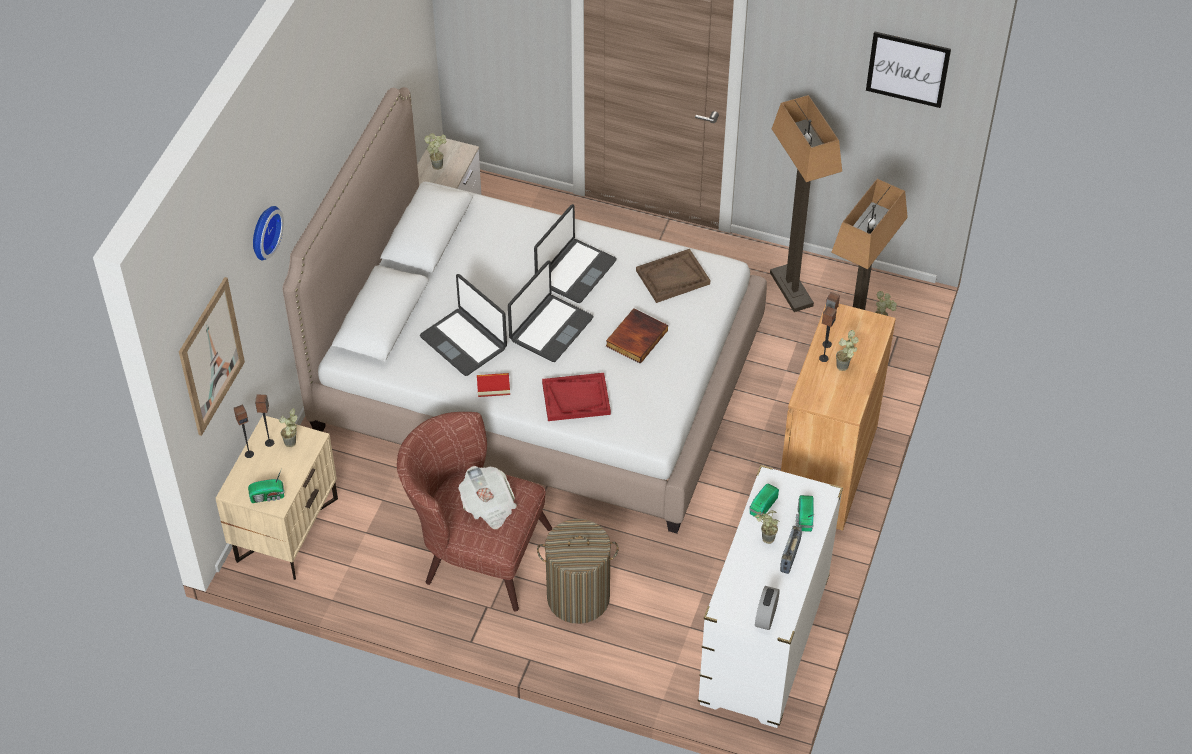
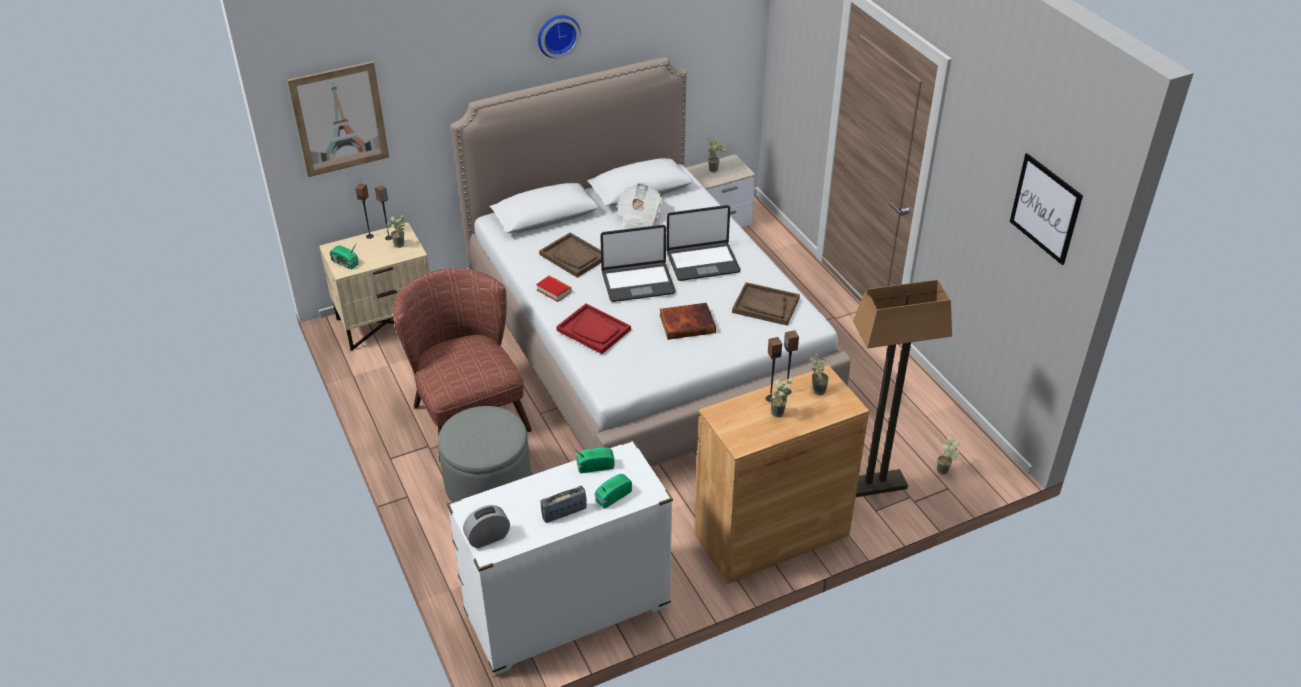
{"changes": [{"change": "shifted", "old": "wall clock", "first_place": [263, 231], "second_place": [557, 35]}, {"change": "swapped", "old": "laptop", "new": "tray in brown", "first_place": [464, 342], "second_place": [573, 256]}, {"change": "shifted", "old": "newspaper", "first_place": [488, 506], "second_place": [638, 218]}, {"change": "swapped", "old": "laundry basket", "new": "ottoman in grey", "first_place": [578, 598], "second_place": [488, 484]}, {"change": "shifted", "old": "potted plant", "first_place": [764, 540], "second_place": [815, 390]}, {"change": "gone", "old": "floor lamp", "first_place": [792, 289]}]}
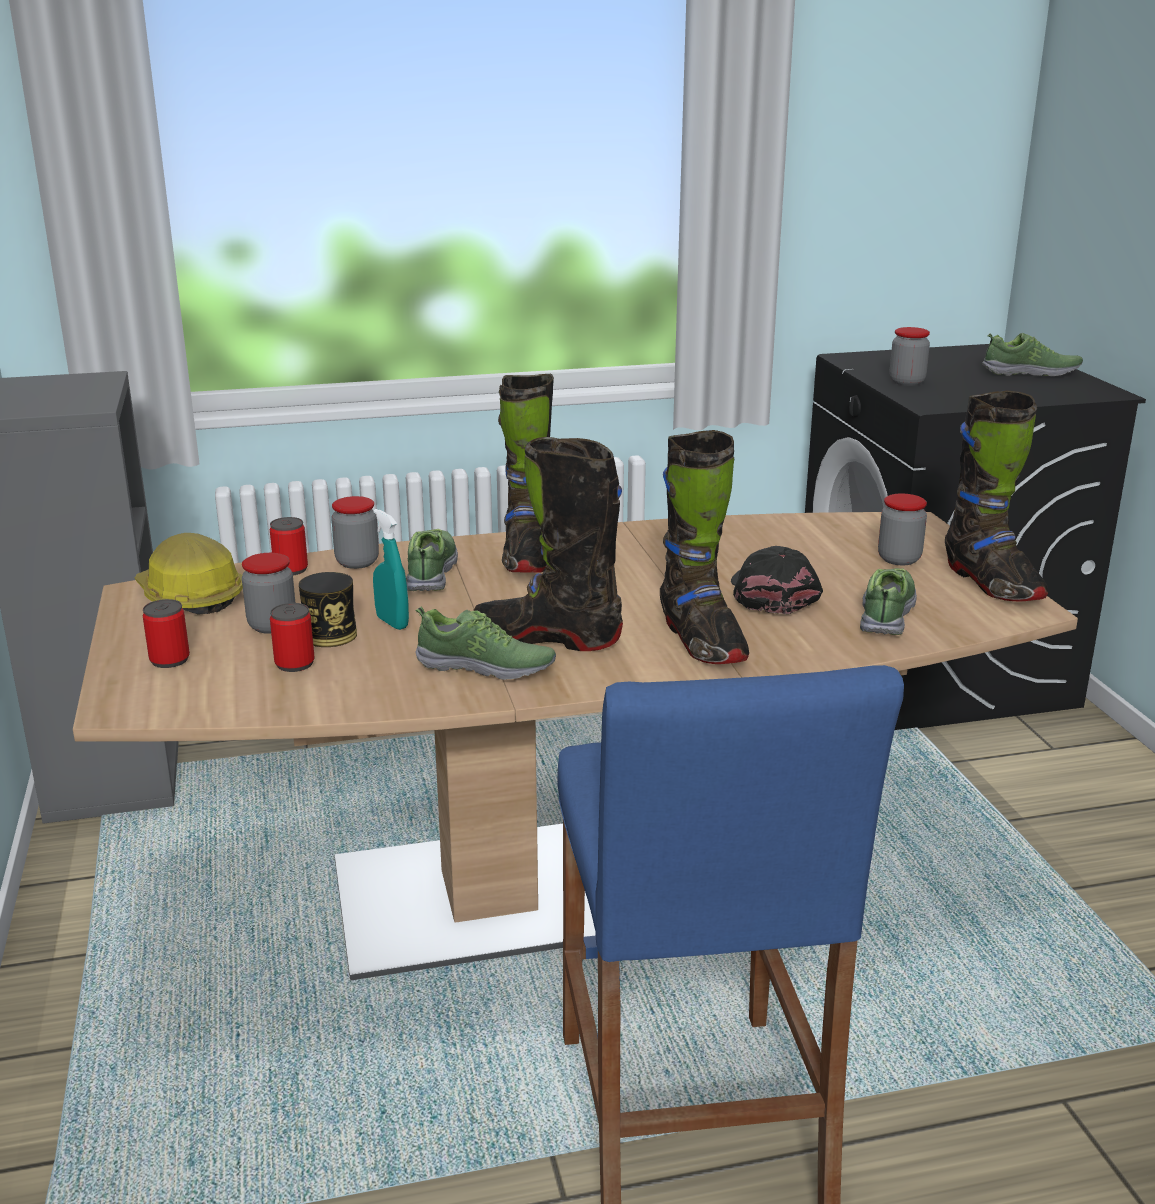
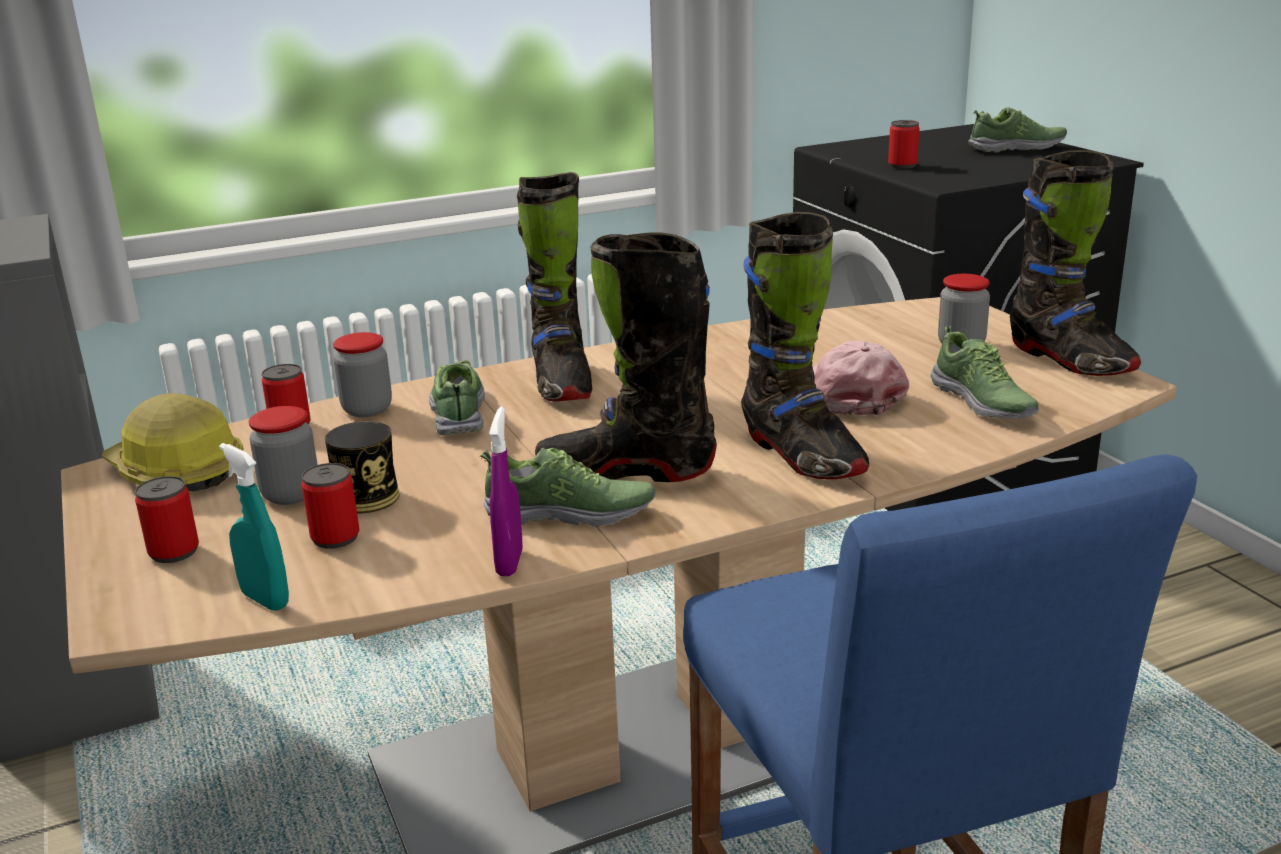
{"changes": [{"change": "shifted", "old": "spray bottle in turquoise", "first_place": [392, 622], "second_place": [265, 600]}, {"change": "repainted", "old": "cap in black", "new": "cap in pink", "first_place": [772, 593], "second_place": [849, 394]}, {"change": "rotated", "old": "shoe", "first_place": [887, 613], "second_place": [983, 402], "degrees": 150}, {"change": "swapped", "old": "jar", "new": "can", "first_place": [906, 382], "second_place": [902, 165]}, {"change": "new", "new": "spray bottle in purple", "second_place": [509, 563]}]}
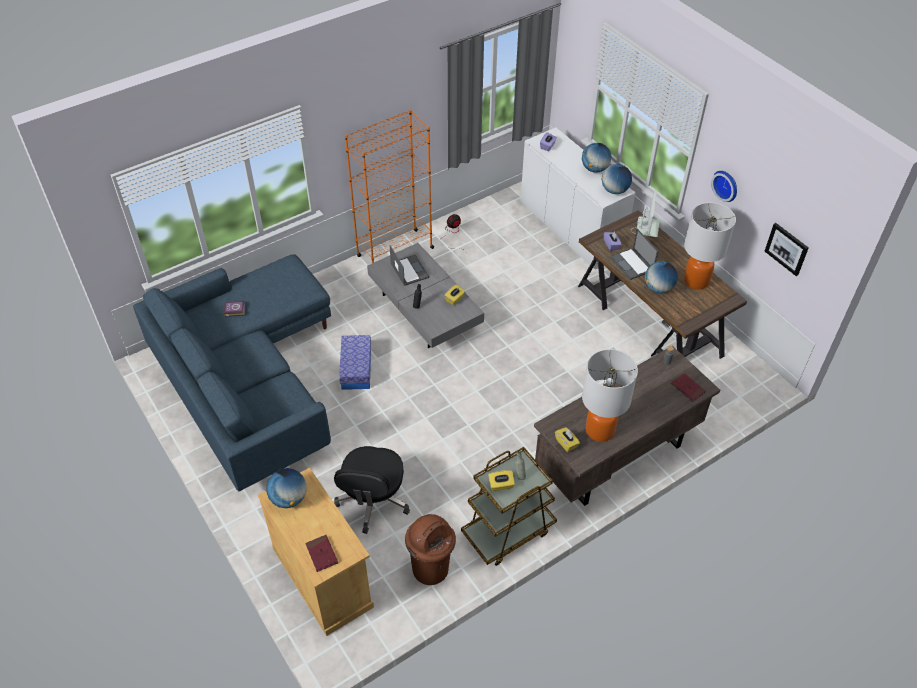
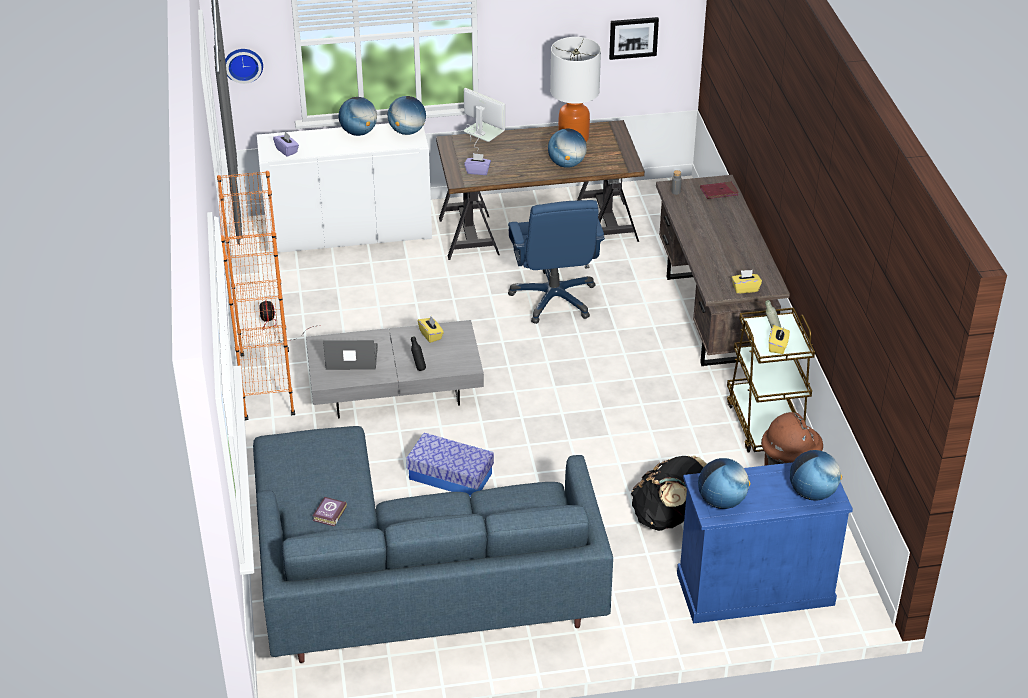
{"changes": [{"change": "repainted", "old": "cabinet in beige", "new": "cabinet in blue", "first_place": [323, 577], "second_place": [754, 588]}, {"change": "swapped", "old": "book in red", "new": "globe", "first_place": [322, 554], "second_place": [812, 493]}, {"change": "swapped", "old": "office chair in black", "new": "backpack in black", "first_place": [373, 500], "second_place": [667, 517]}, {"change": "gone", "old": "table lamp", "first_place": [600, 430]}, {"change": "gone", "old": "laptop", "first_place": [632, 264]}, {"change": "shifted", "old": "wall clock", "first_place": [726, 185], "second_place": [243, 64]}, {"change": "new", "new": "office chair in blue", "second_place": [554, 299]}]}
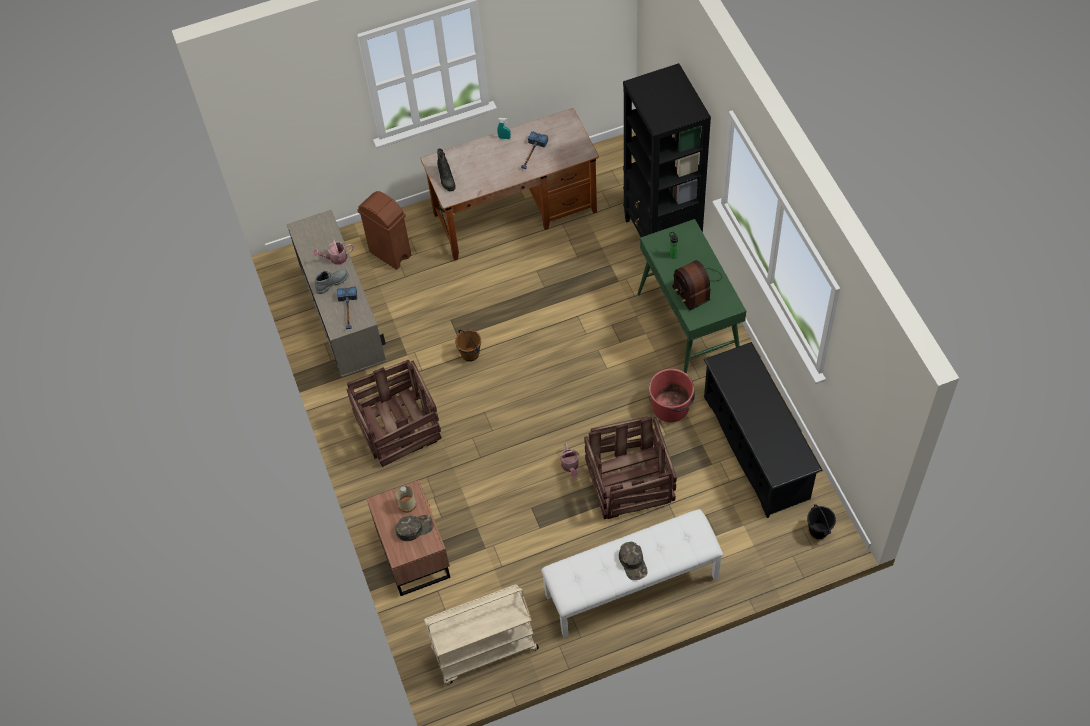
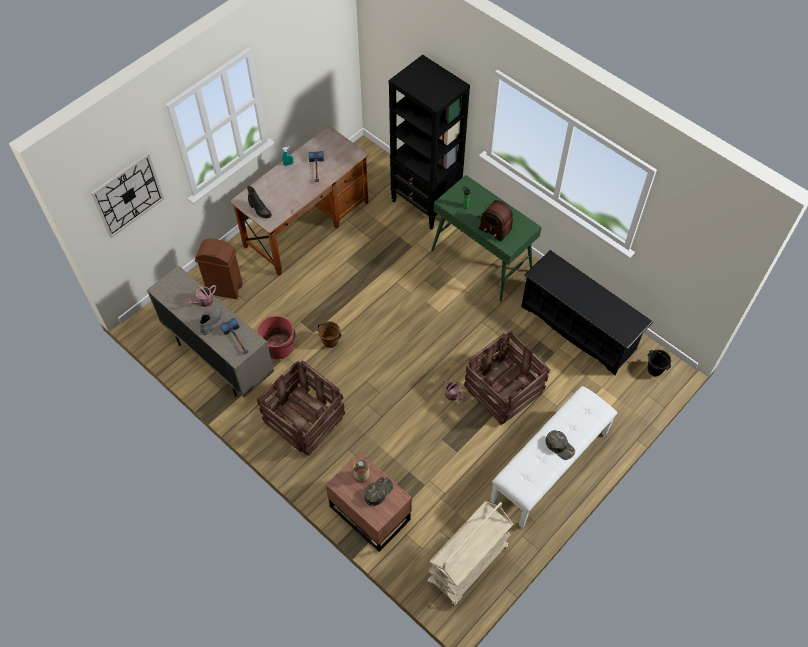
{"changes": [{"change": "shifted", "old": "bucket in red", "first_place": [671, 407], "second_place": [279, 346]}, {"change": "new", "new": "wall clock", "second_place": [128, 195]}]}
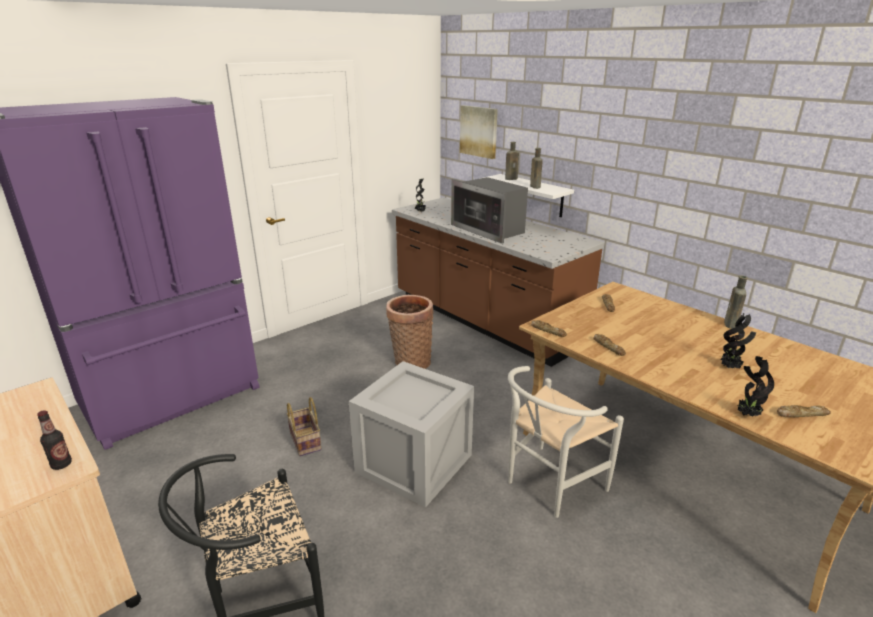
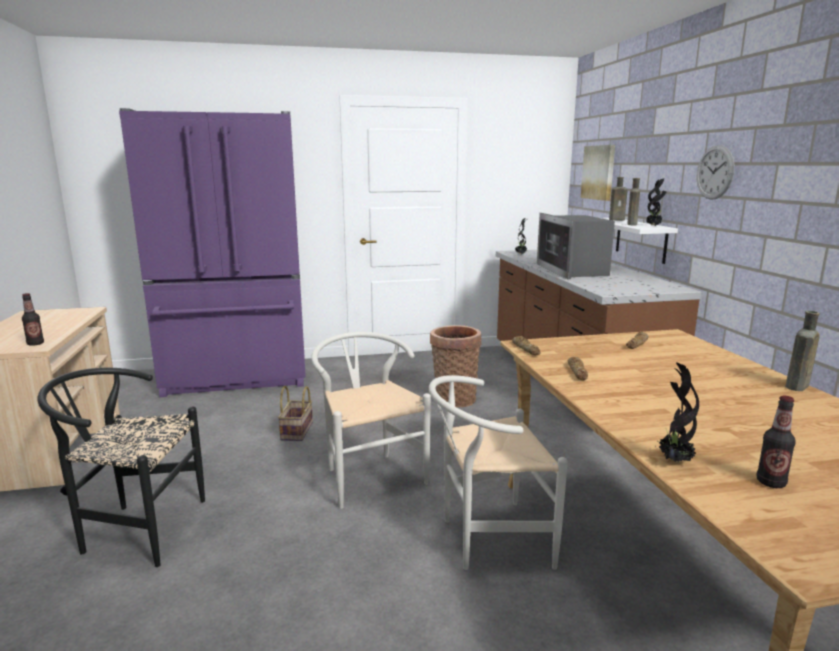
{"changes": [{"change": "swapped", "old": "crate", "new": "chair in white", "first_place": [414, 463], "second_place": [369, 475]}, {"change": "shifted", "old": "potted plant", "first_place": [730, 368], "second_place": [654, 225]}, {"change": "swapped", "old": "bread", "new": "bottle", "first_place": [801, 414], "second_place": [770, 482]}, {"change": "new", "new": "wall clock", "second_place": [715, 172]}]}
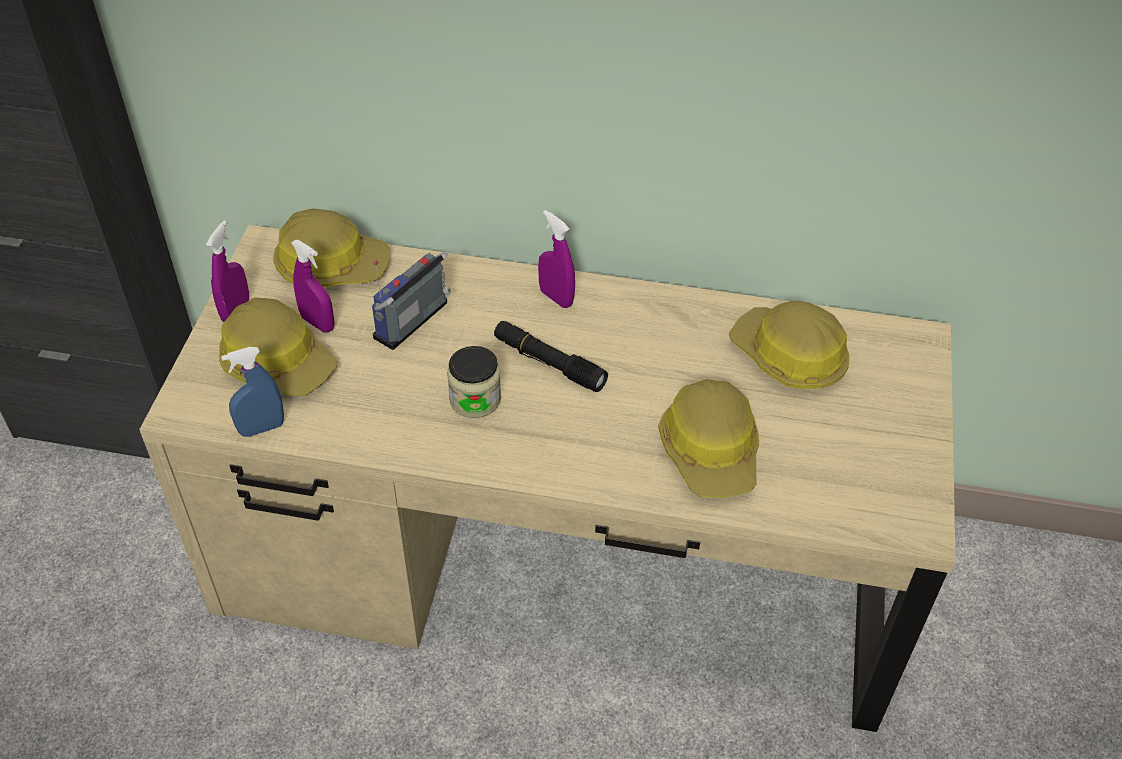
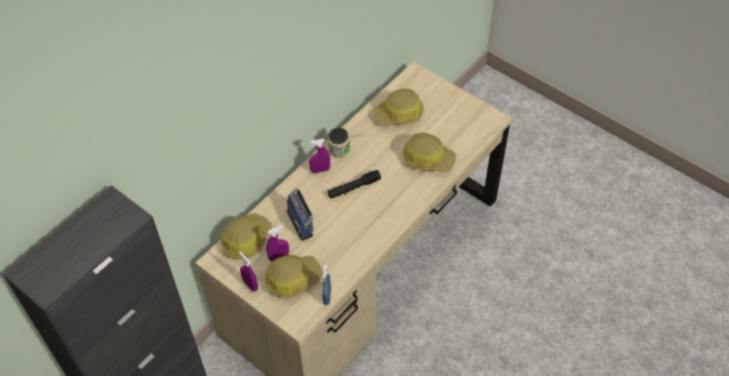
{"changes": [{"change": "shifted", "old": "jar", "first_place": [475, 399], "second_place": [339, 149]}]}
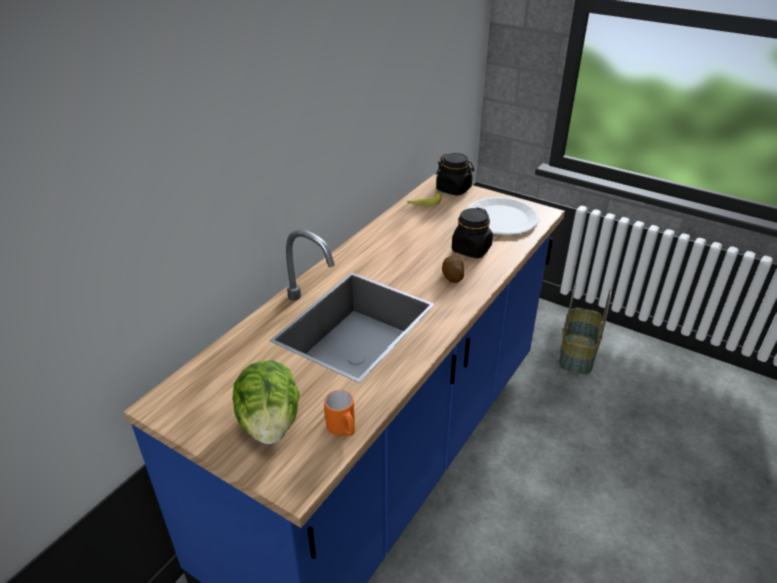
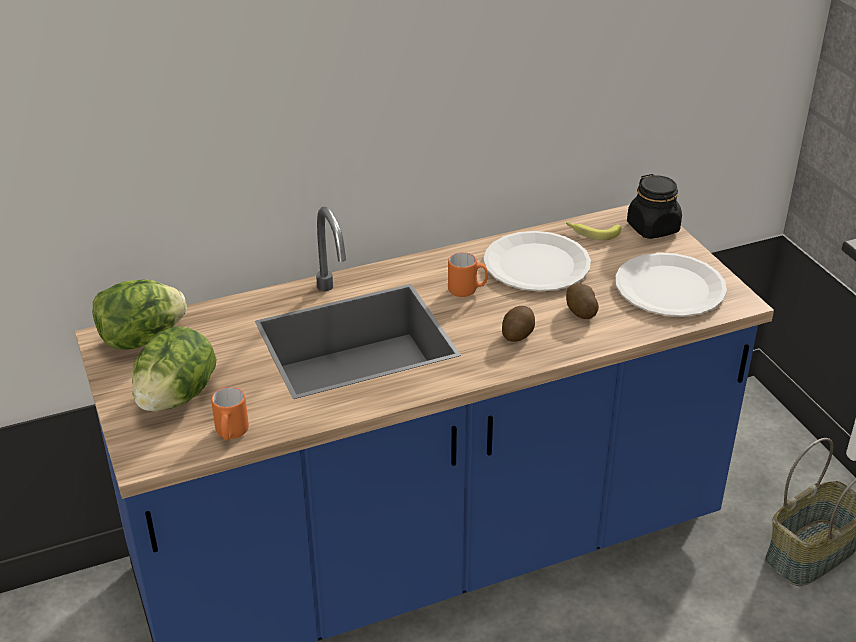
{"changes": [{"change": "swapped", "old": "jar in black", "new": "potato", "first_place": [471, 249], "second_place": [580, 311]}, {"change": "new", "new": "lettuce", "second_place": [142, 339]}, {"change": "new", "new": "mug in orange", "second_place": [467, 290]}, {"change": "new", "new": "plate in white", "second_place": [536, 264]}]}
